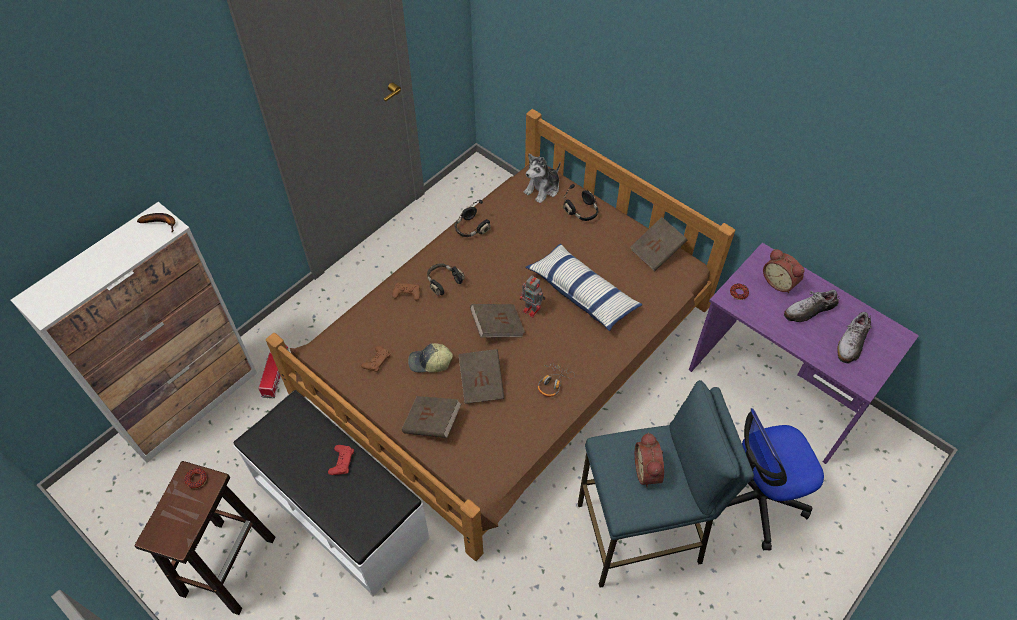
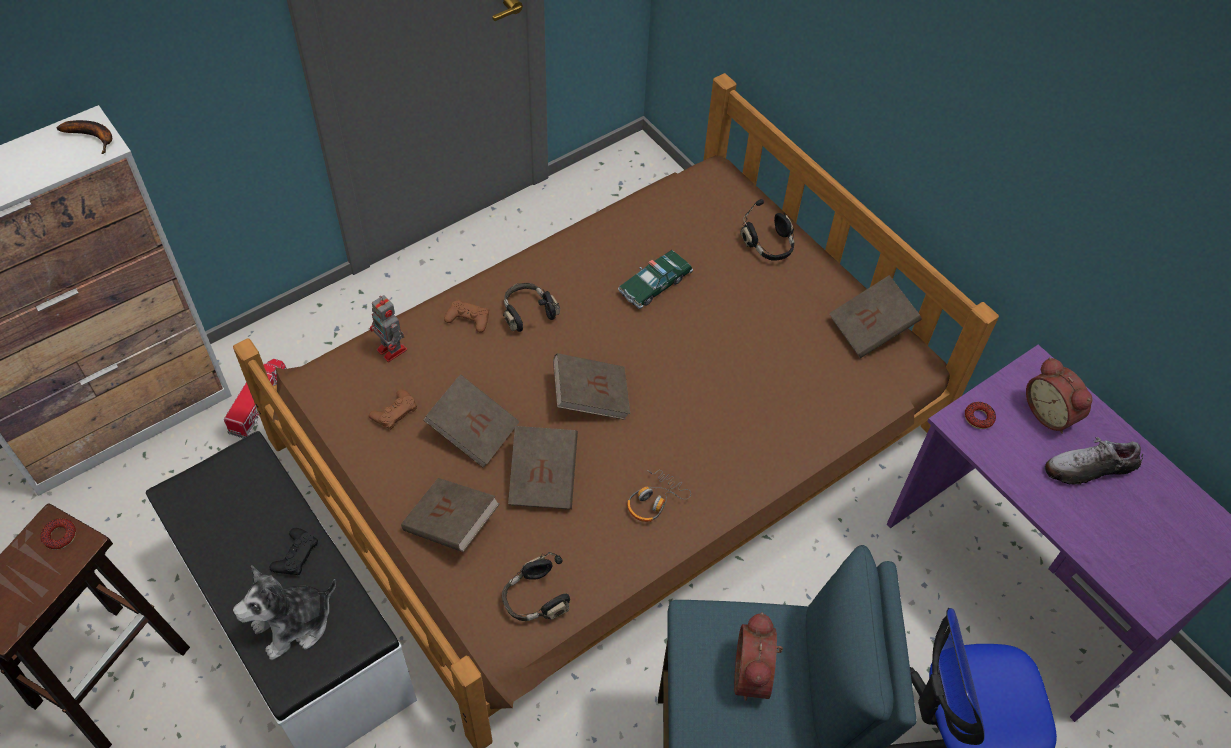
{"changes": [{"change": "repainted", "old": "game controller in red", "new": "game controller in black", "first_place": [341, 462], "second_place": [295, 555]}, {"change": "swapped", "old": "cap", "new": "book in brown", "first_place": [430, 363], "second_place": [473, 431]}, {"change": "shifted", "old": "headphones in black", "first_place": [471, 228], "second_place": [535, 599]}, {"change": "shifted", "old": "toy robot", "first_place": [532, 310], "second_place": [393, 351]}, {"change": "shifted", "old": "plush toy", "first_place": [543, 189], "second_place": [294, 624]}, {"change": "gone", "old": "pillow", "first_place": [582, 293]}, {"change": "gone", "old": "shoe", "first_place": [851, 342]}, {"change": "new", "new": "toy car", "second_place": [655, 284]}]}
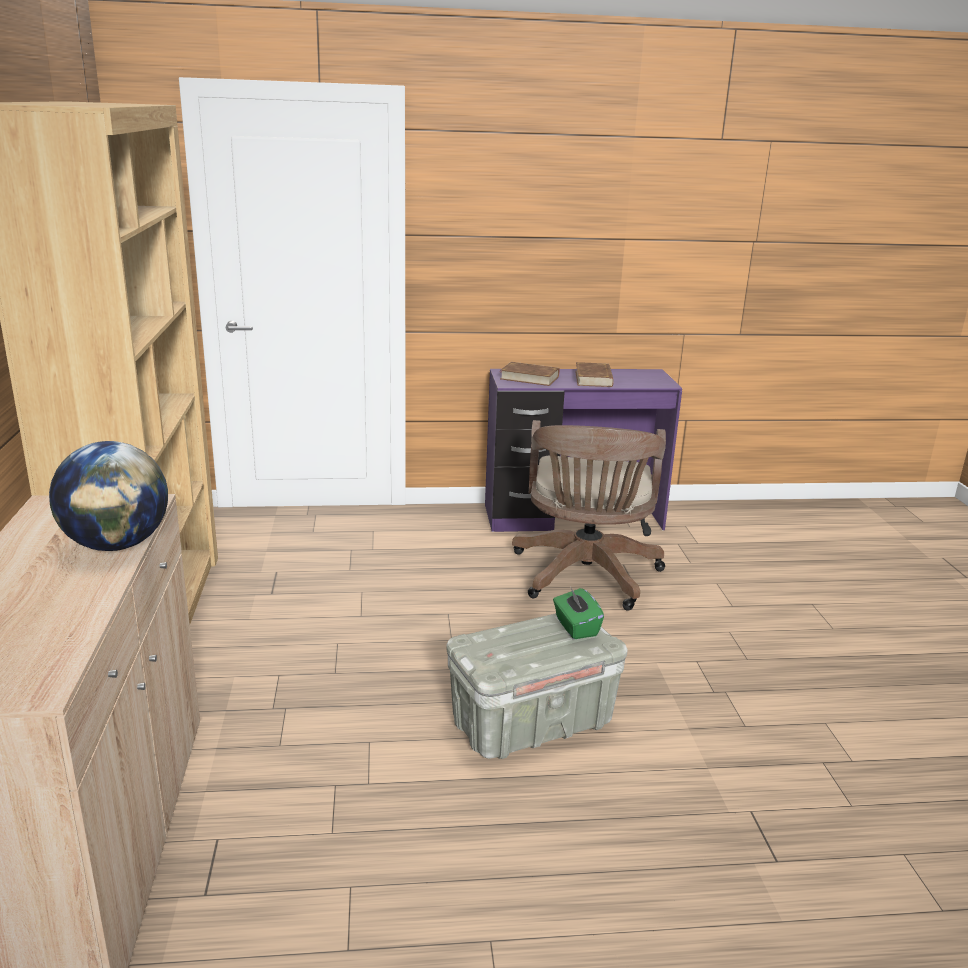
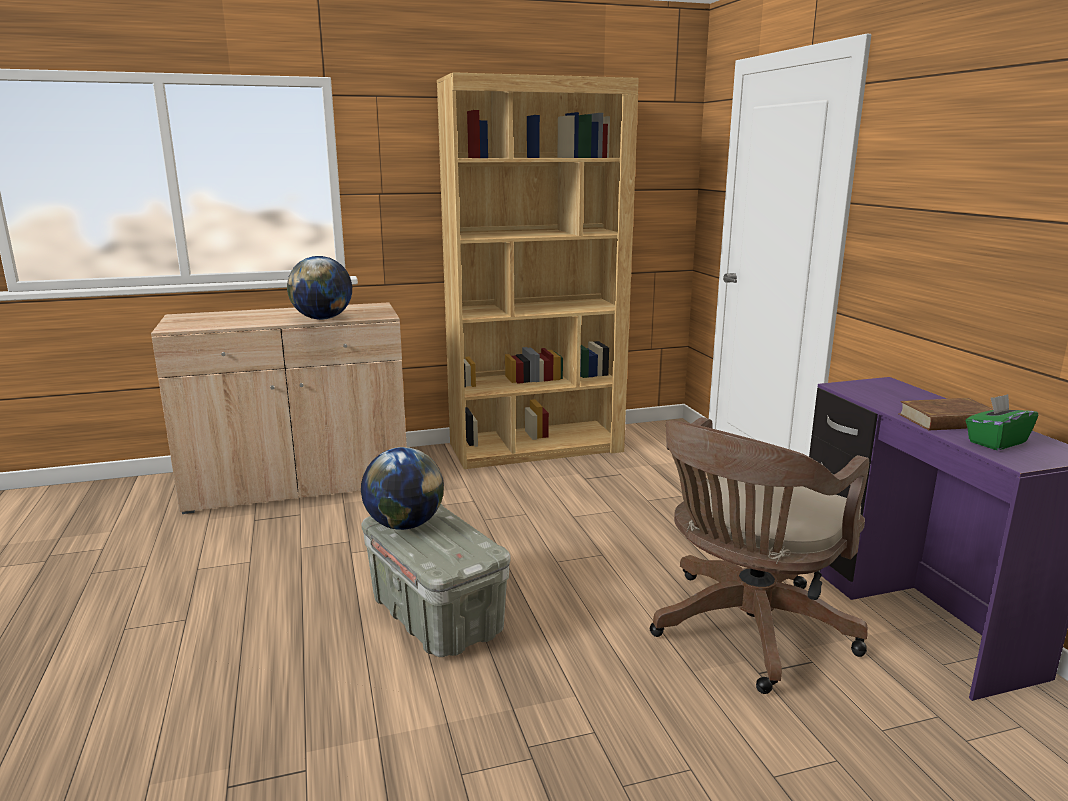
{"changes": [{"change": "gone", "old": "book in brown", "first_place": [529, 378]}, {"change": "rotated", "old": "office chair in brown", "first_place": [585, 577], "second_place": [746, 632], "degrees": -45}, {"change": "shifted", "old": "tissue box in green", "first_place": [576, 627], "second_place": [996, 442]}, {"change": "new", "new": "globe", "second_place": [404, 525]}]}
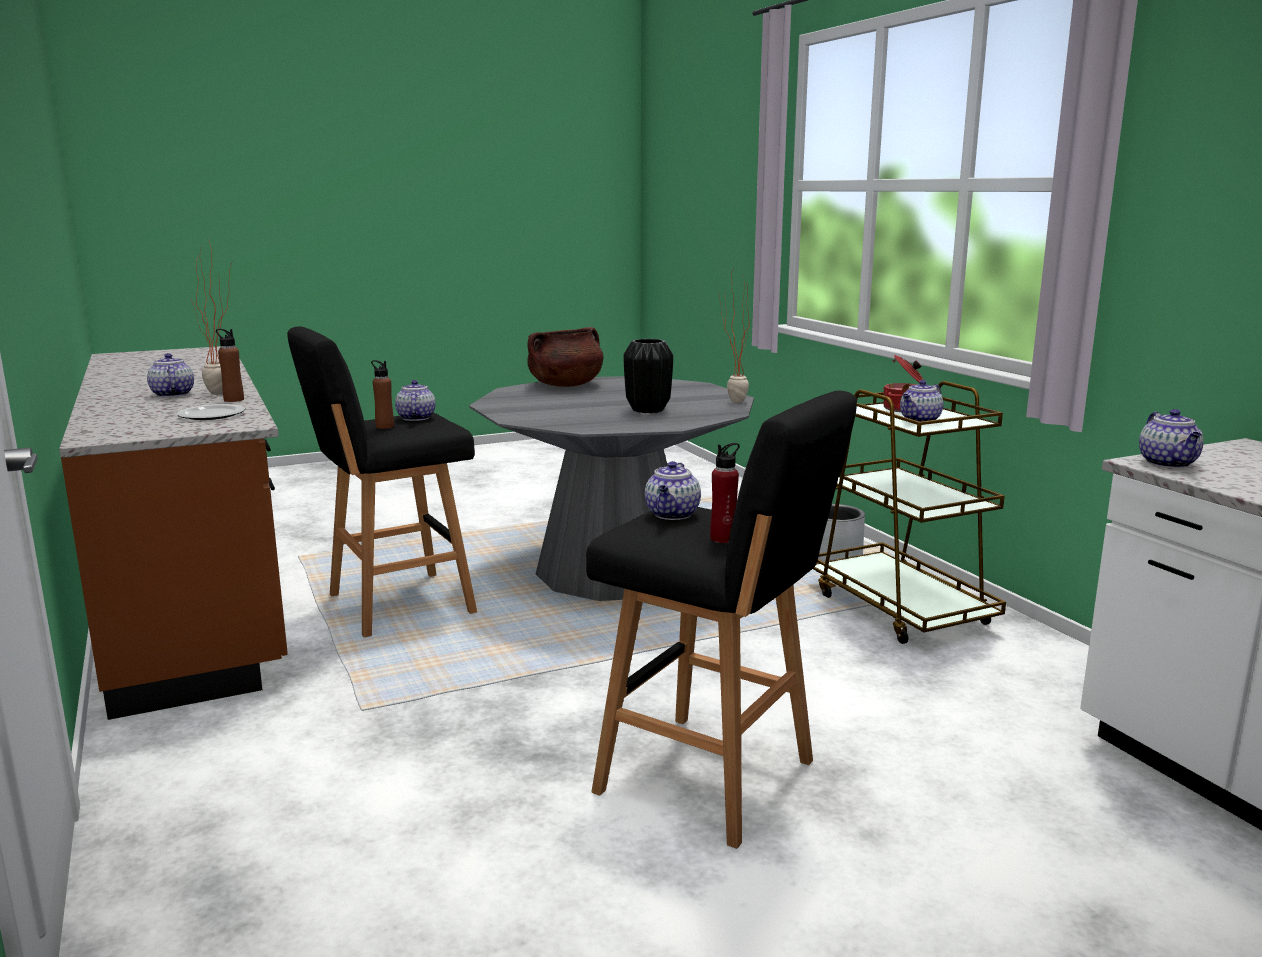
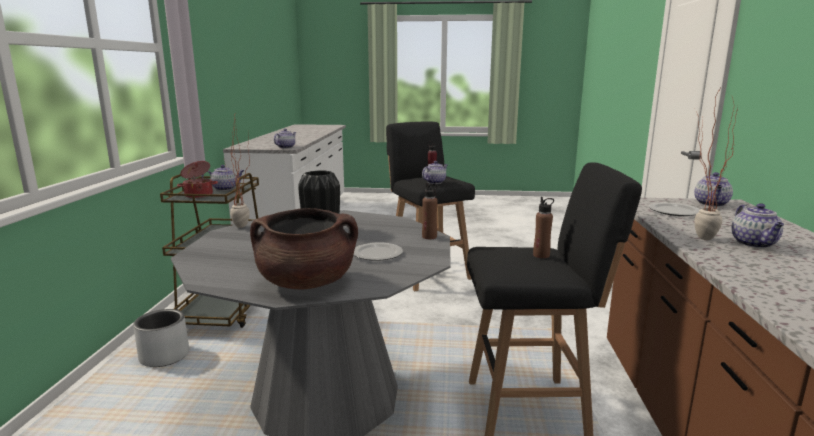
{"changes": [{"change": "shifted", "old": "bottle in brown", "first_place": [233, 400], "second_place": [429, 237]}, {"change": "shifted", "old": "teapot", "first_place": [415, 418], "second_place": [711, 204]}, {"change": "new", "new": "plate", "second_place": [378, 254]}]}
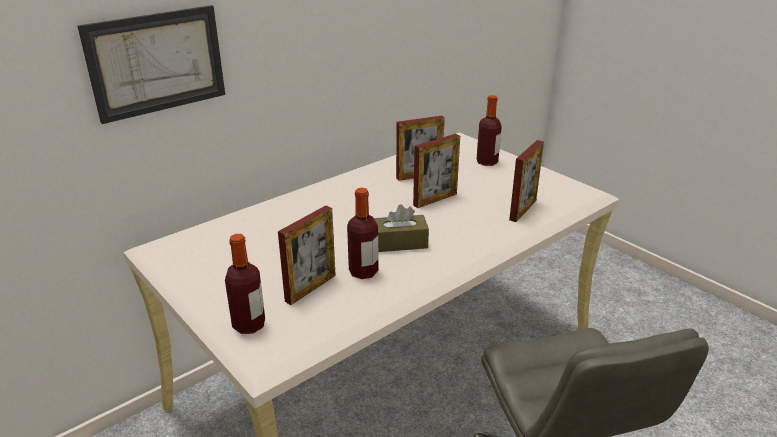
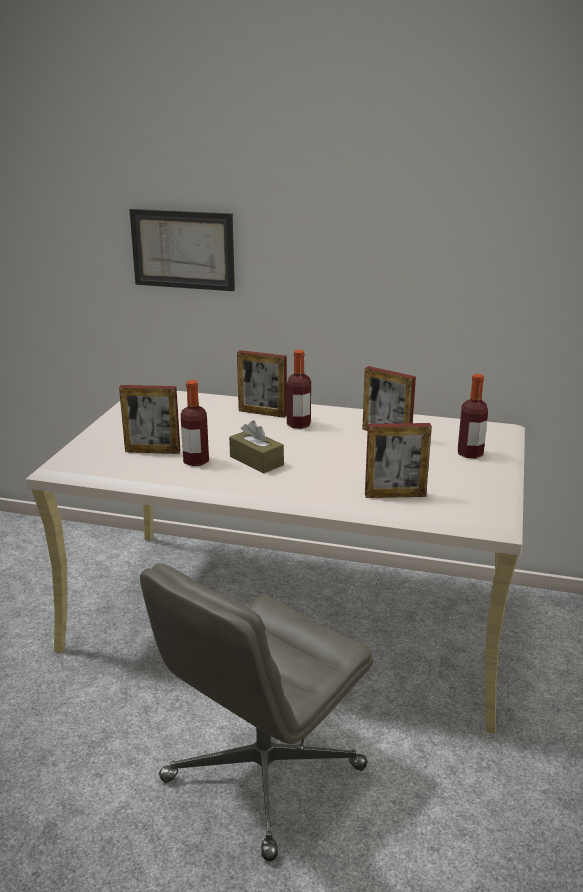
{"changes": [{"change": "shifted", "old": "bottle", "first_place": [249, 325], "second_place": [298, 424]}, {"change": "shifted", "old": "picture frame", "first_place": [435, 199], "second_place": [262, 413]}]}
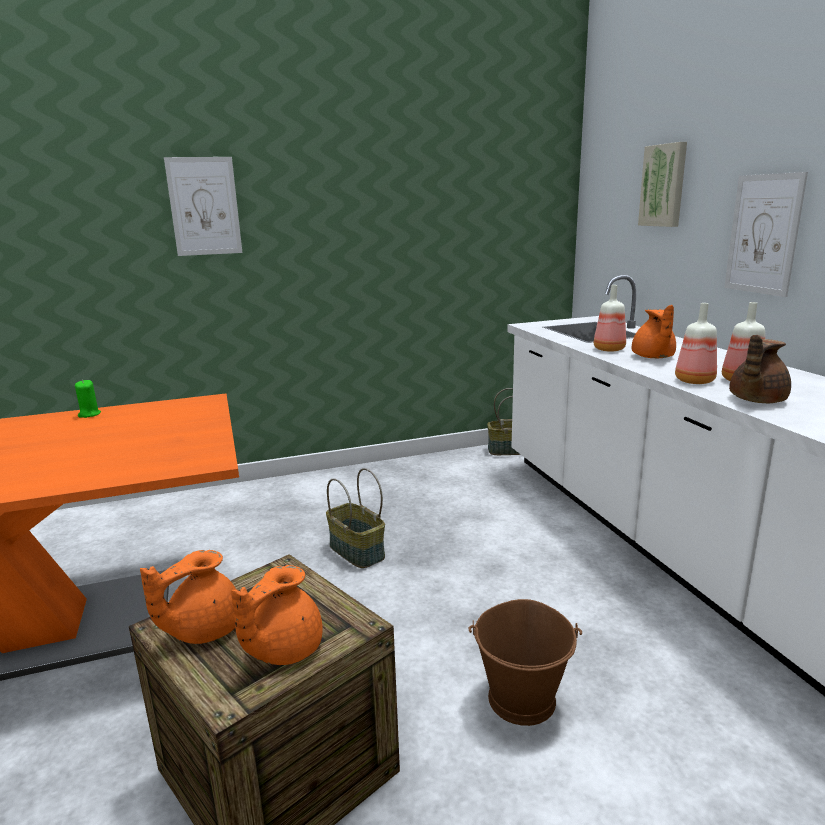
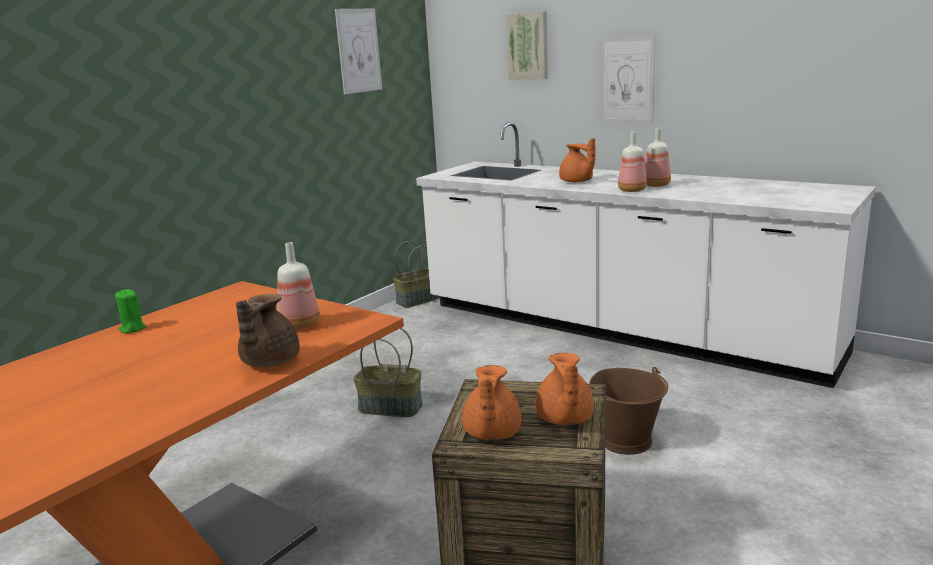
{"changes": [{"change": "shifted", "old": "picture", "first_place": [204, 206], "second_place": [358, 51]}, {"change": "shifted", "old": "bottle", "first_place": [608, 349], "second_place": [299, 325]}, {"change": "shifted", "old": "teapot in brown", "first_place": [755, 400], "second_place": [268, 362]}]}
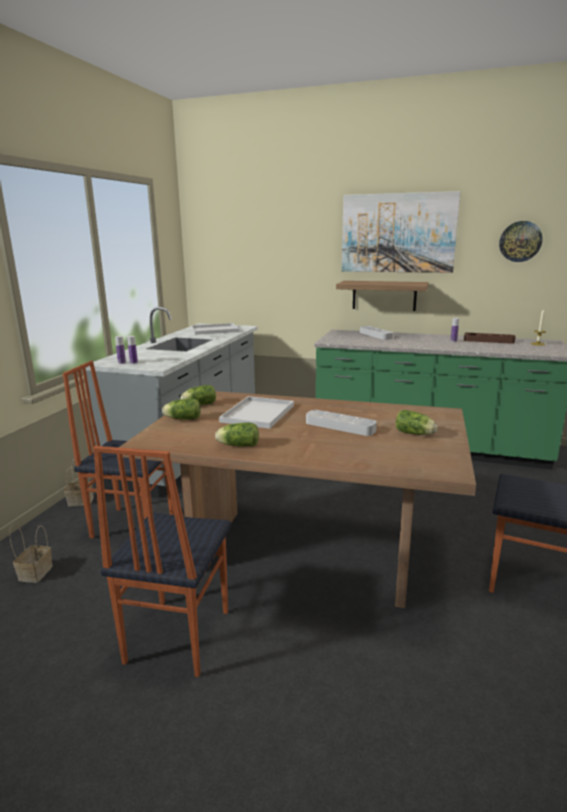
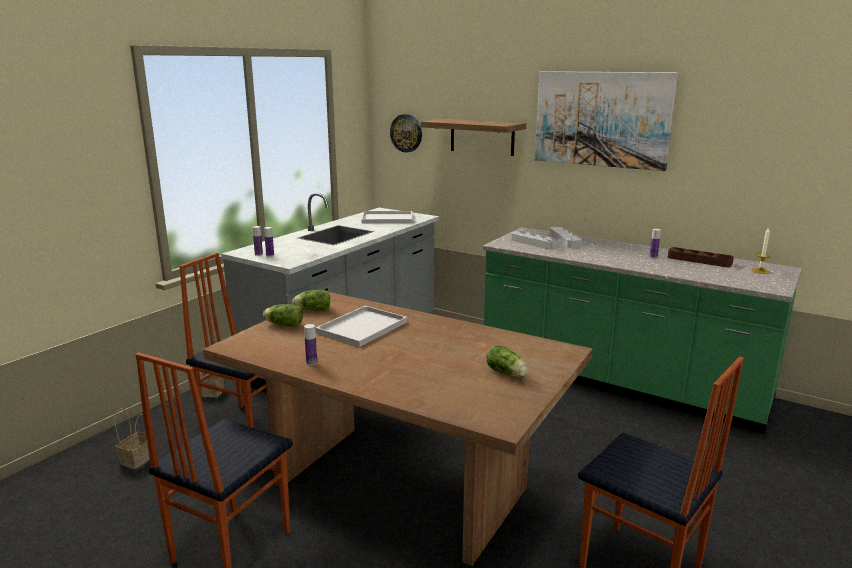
{"changes": [{"change": "swapped", "old": "lettuce", "new": "bottle", "first_place": [237, 445], "second_place": [311, 362]}, {"change": "shifted", "old": "tray in grey", "first_place": [340, 426], "second_place": [534, 243]}, {"change": "shifted", "old": "shelf", "first_place": [384, 295], "second_place": [482, 137]}, {"change": "shifted", "old": "wall clock", "first_place": [520, 241], "second_place": [406, 133]}]}
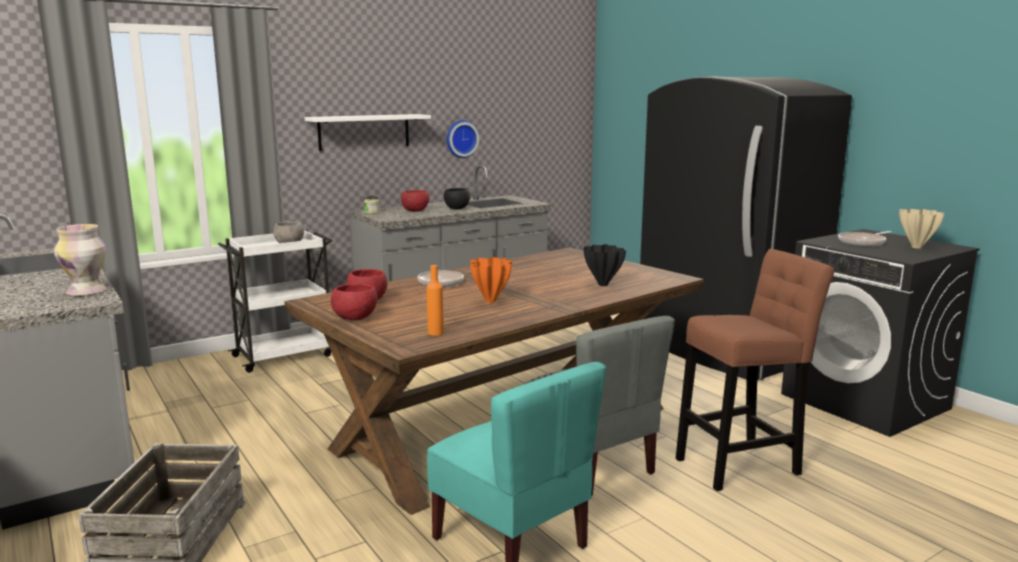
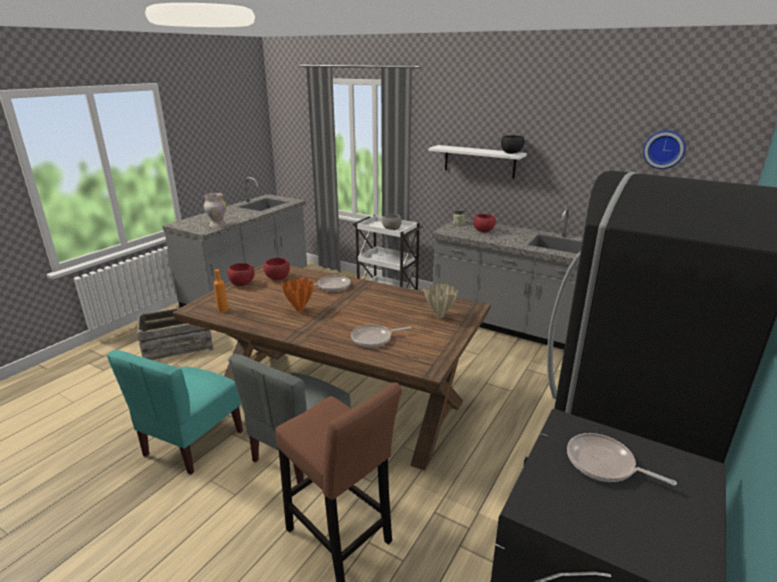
{"changes": [{"change": "shifted", "old": "bowl in black", "first_place": [457, 209], "second_place": [511, 153]}, {"change": "shifted", "old": "wall clock", "first_place": [461, 139], "second_place": [664, 149]}, {"change": "swapped", "old": "vase in black", "new": "frying pan", "first_place": [602, 285], "second_place": [374, 339]}, {"change": "shifted", "old": "vase in beige", "first_place": [917, 247], "second_place": [439, 316]}]}
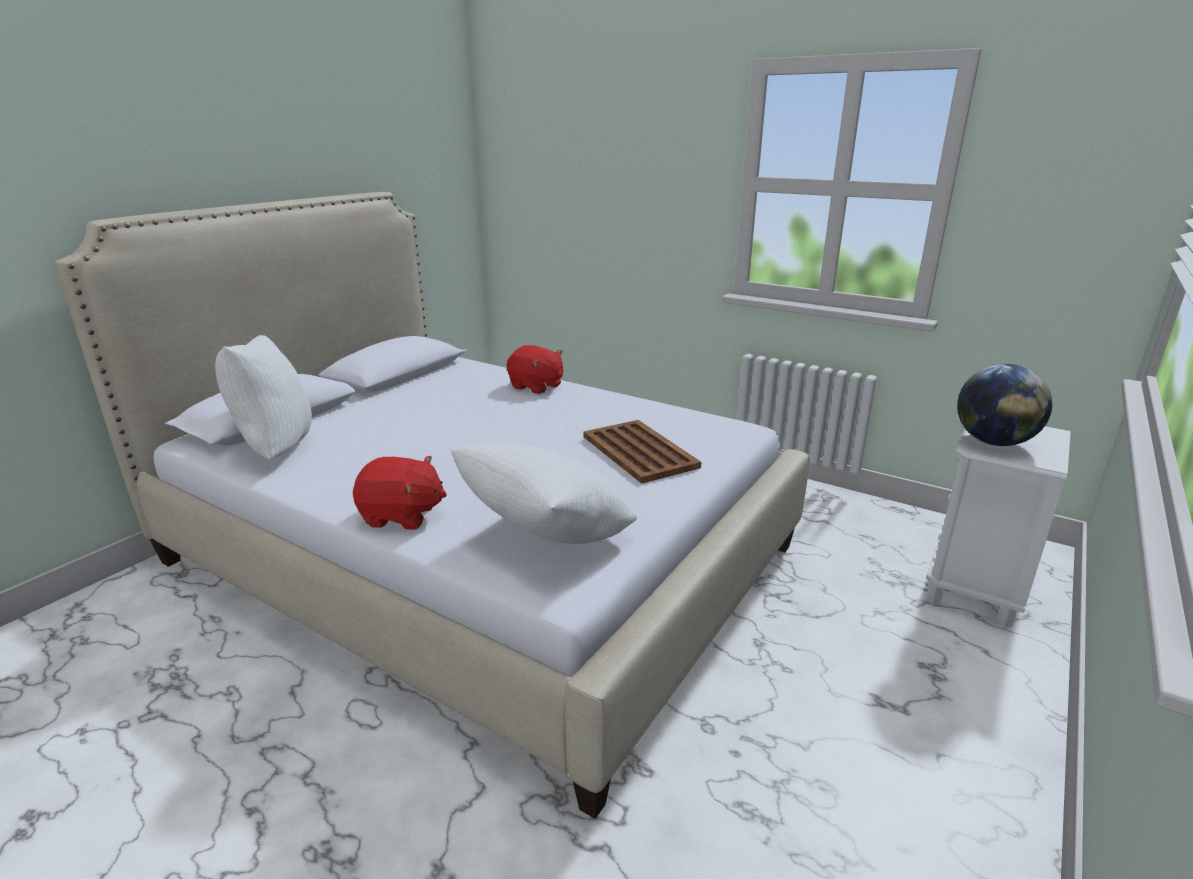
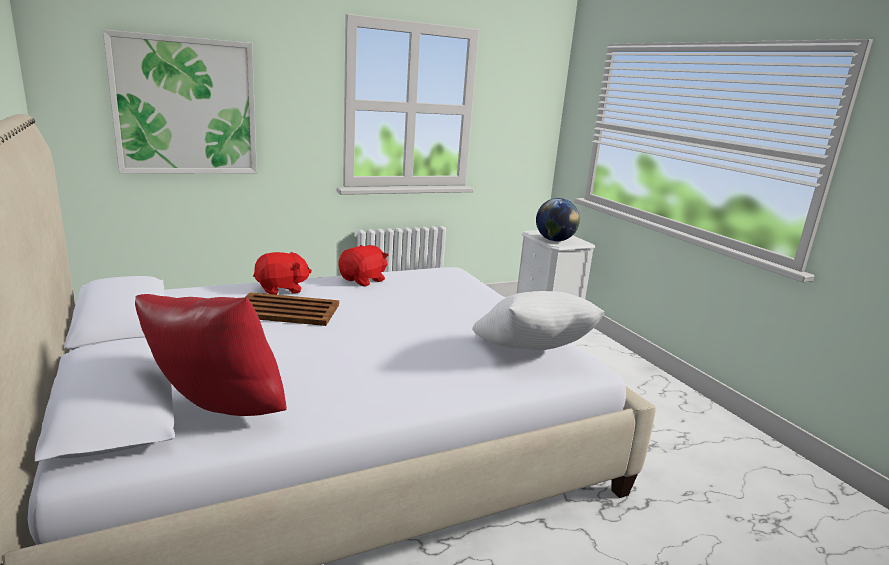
{"changes": [{"change": "repainted", "old": "pillow in white", "new": "pillow in red", "first_place": [275, 449], "second_place": [216, 416]}, {"change": "shifted", "old": "plush toy in red", "first_place": [402, 516], "second_place": [363, 280]}, {"change": "shifted", "old": "tray in brown", "first_place": [639, 451], "second_place": [285, 310]}, {"change": "new", "new": "picture", "second_place": [185, 107]}]}
